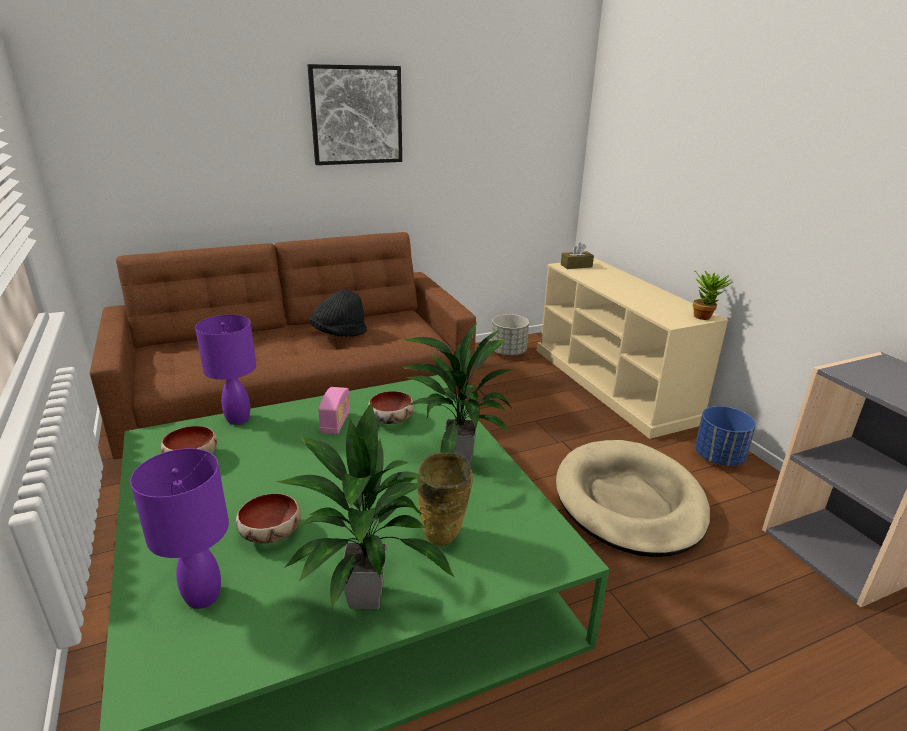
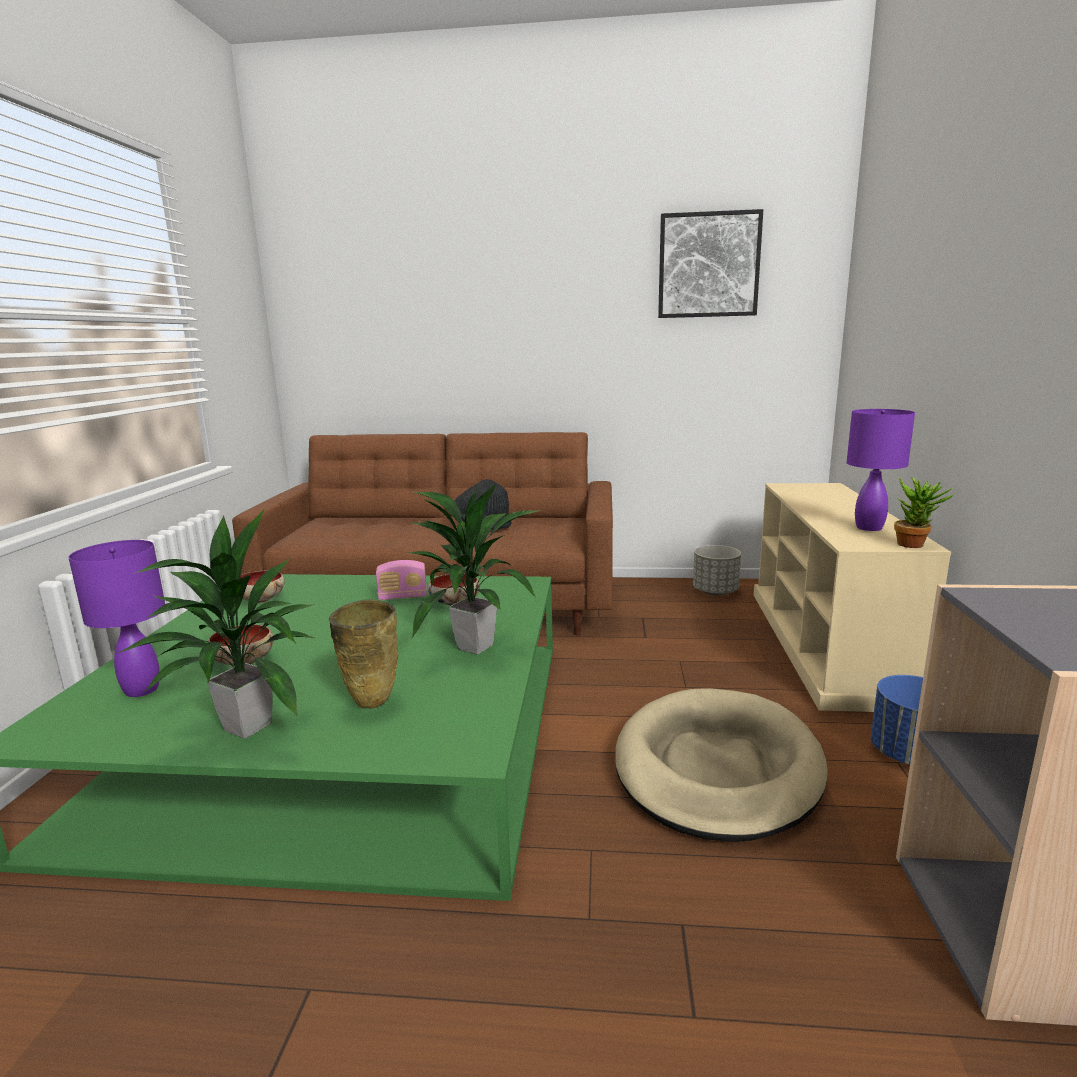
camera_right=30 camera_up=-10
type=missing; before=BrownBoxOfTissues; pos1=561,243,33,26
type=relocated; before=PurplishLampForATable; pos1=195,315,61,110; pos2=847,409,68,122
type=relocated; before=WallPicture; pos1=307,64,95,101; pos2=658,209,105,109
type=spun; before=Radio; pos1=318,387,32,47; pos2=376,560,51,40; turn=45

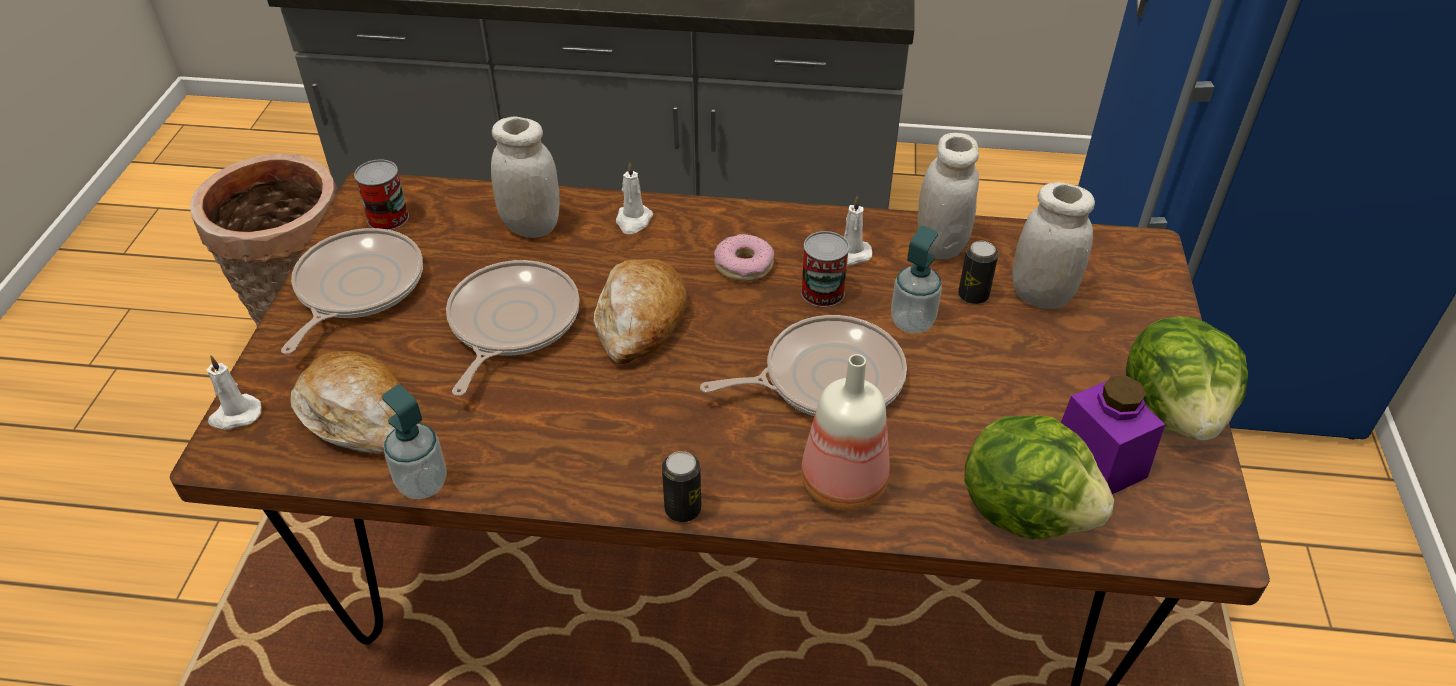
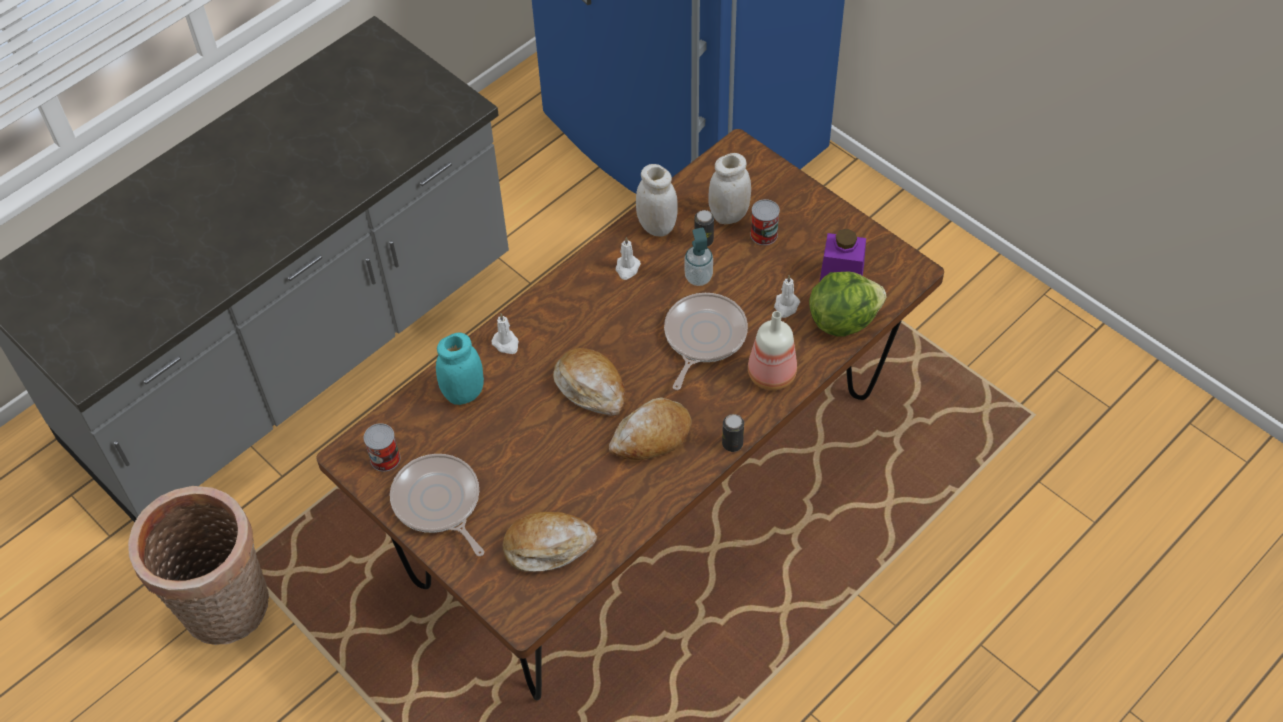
camera_right=-50 camera_up=10
type=missing; before=SoapBottle; pos1=382,385,65,114
type=missing; before=Skillet; pos1=446,260,134,136
type=missing; before=Doughnut; pos1=714,234,60,48
type=missing; before=HeadOfLettuce; pos1=1126,316,122,124
type=appeared; after=Bread; pos2=609,397,82,63
type=relocated; before=WhiteWaxCandle; pos1=206,355,55,75; pos2=774,275,26,43
type=relocated; before=SealedCan; pos1=801,231,48,76; pos2=750,199,30,46
type=colour; before=WhiteJar; after=BlueGreenJar; pos1=491,117,68,121; pos2=436,333,48,72

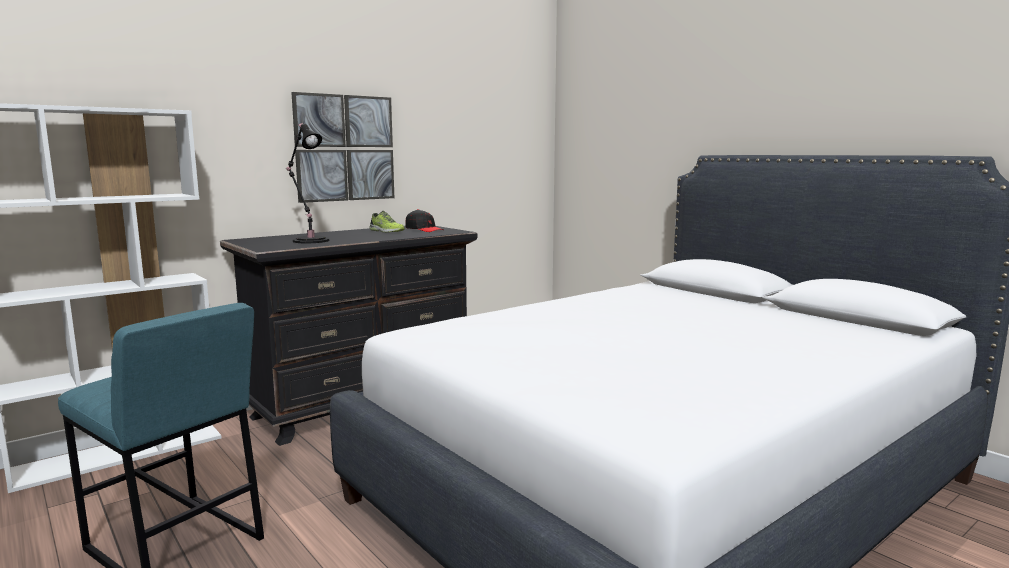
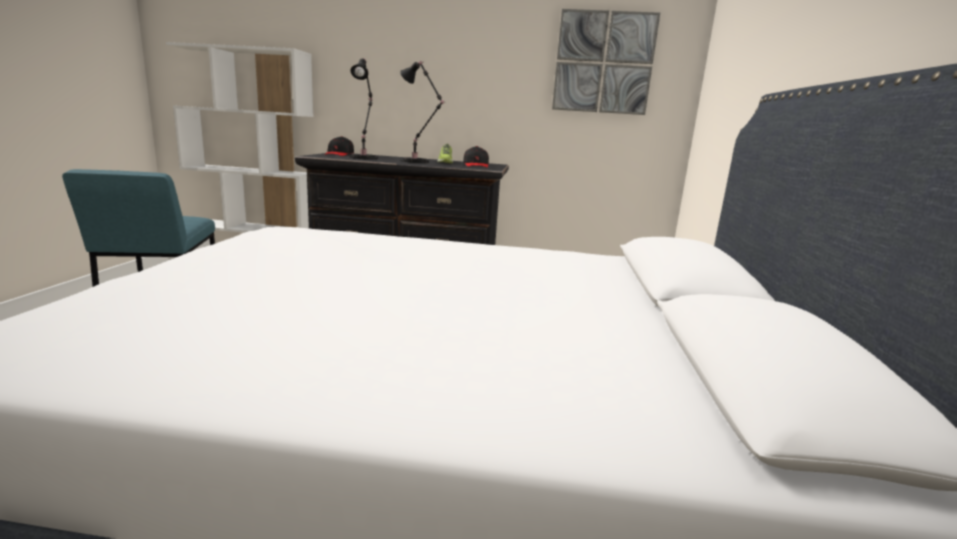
camera_right=45 camera_up=5
type=appeared; after=BlackColouredPeakedCap; pos2=324,136,30,20
type=appeared; after=BlackColouredLampForATable; pos2=400,61,44,102
type=relocated; before=WallPicture; pos1=291,92,103,111; pos2=552,9,108,106

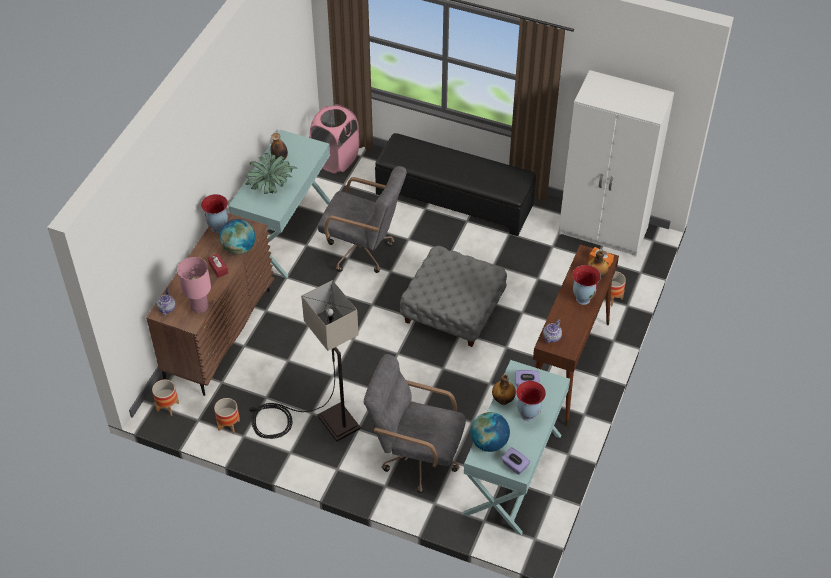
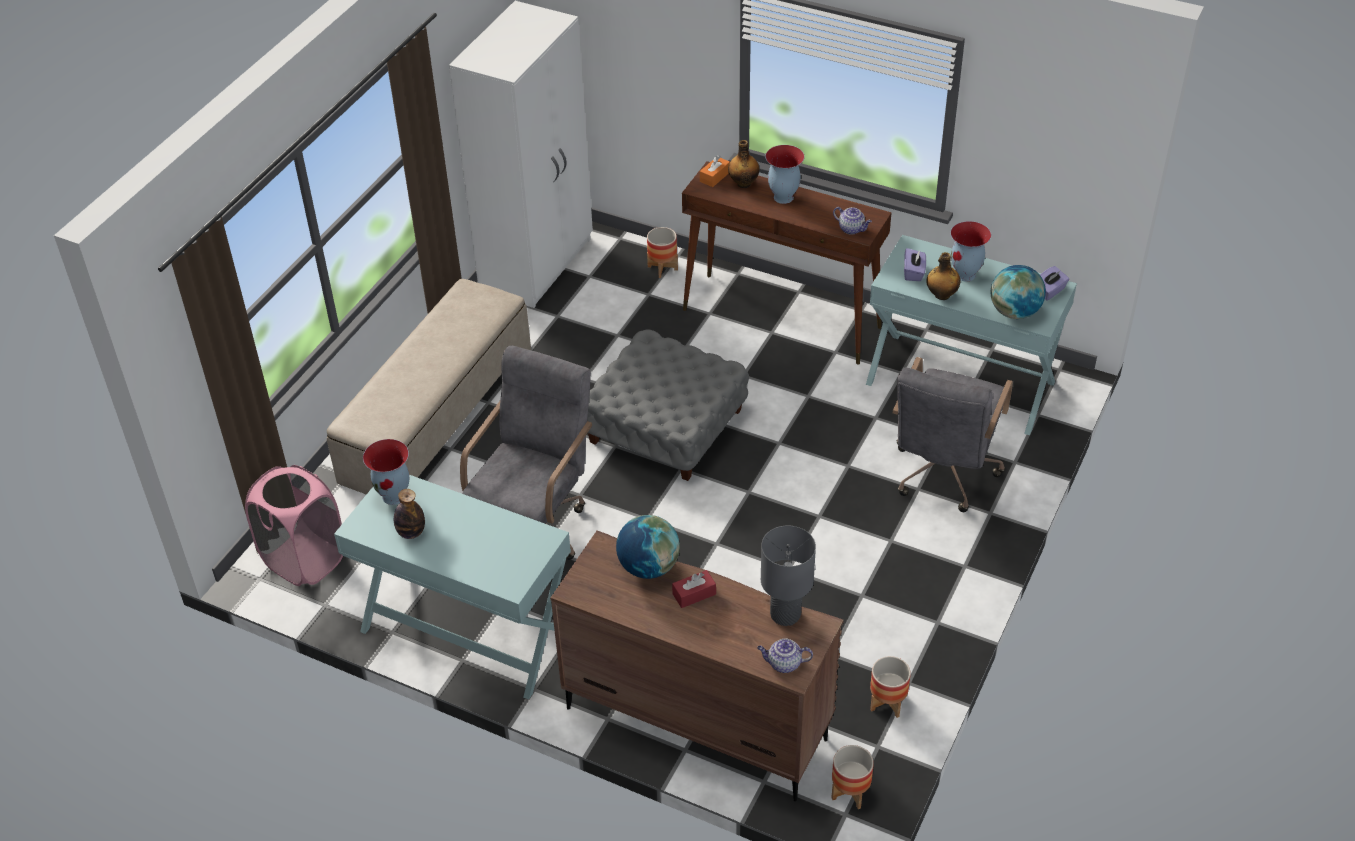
camera_right=-85 camera_up=-5
type=missing; before=Houseplant; pos1=245,153,53,41
type=missing; before=StandingLamp; pos1=249,280,112,161
type=relocated; before=Vase; pos1=201,194,27,39; pos2=363,439,46,66
type=colour; before=PinkColouredLampForATable; after=GreyishLampForATable; pos1=177,257,34,57; pos2=761,526,55,100
type=colour; before=BlackColouredBench; after=BeigeBench; pos1=375,133,161,103; pos2=327,279,204,215

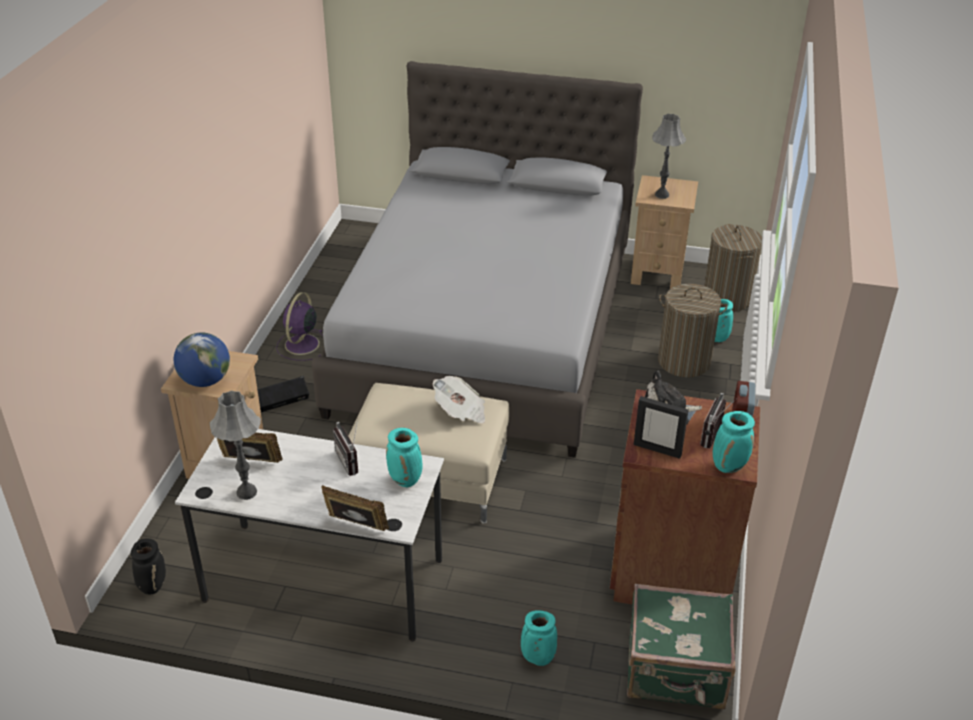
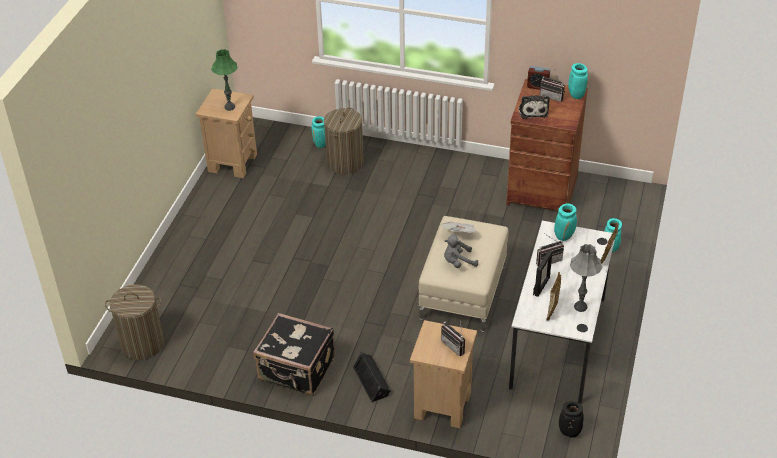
camera_right=-85 camera_up=5
type=missing; before=GreyishSleepingBed; pos1=312,61,331,397
type=missing; before=GreenTravelCase; pos1=627,584,109,125
type=appeared; after=GreyishSoftToy; pos2=444,234,34,34
type=relocated; before=PhotoFrame; pos1=634,396,55,63; pos2=533,250,20,47
type=relocated; before=Hamper; pos1=704,224,58,88; pos2=105,284,59,76
type=exchanged; before=DeskGlobe; after=Radio; pos1=174,333,56,54; pos2=441,321,24,35
type=exchanged; before=PurplishFan; after=BlackColouredTravelCase; pos1=276,292,47,69; pos2=254,313,81,82
type=colour; before=GreyishLampForATable; after=GreenLampForATable; pos1=652,114,35,85; pos2=211,49,27,62

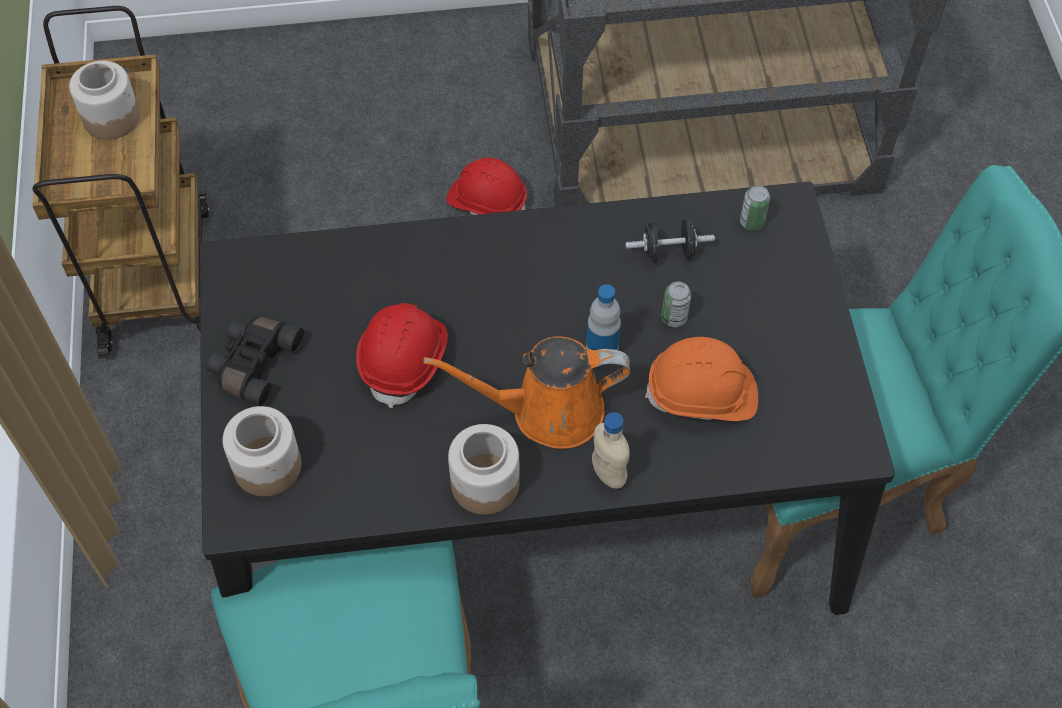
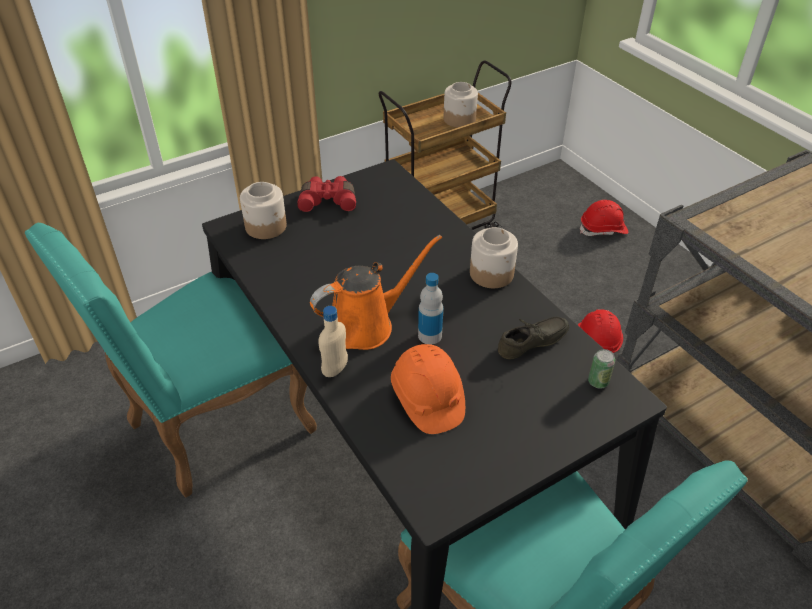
camera_right=65 camera_up=-15
type=missing; before=SealedCan; pos1=662,281,29,46
type=relocated; before=RedColouredHardHat; pos1=356,303,92,105; pos2=580,200,48,36
type=relocated; before=Jar; pos1=448,424,72,91; pos2=470,227,48,61
type=exchanged; before=BlackColouredHandWeight; after=GreyishShoe; pos1=625,219,90,44; pos2=498,316,71,44
type=colour; before=BlackColouredPairOfBinoculars; after=RedColouredPairOfBinoculars; pos1=207,316,97,90; pos2=297,176,59,36
type=spun; before=OrangeColouredWateringCan; pos1=423,336,208,113; pos2=310,235,132,115; turn=90

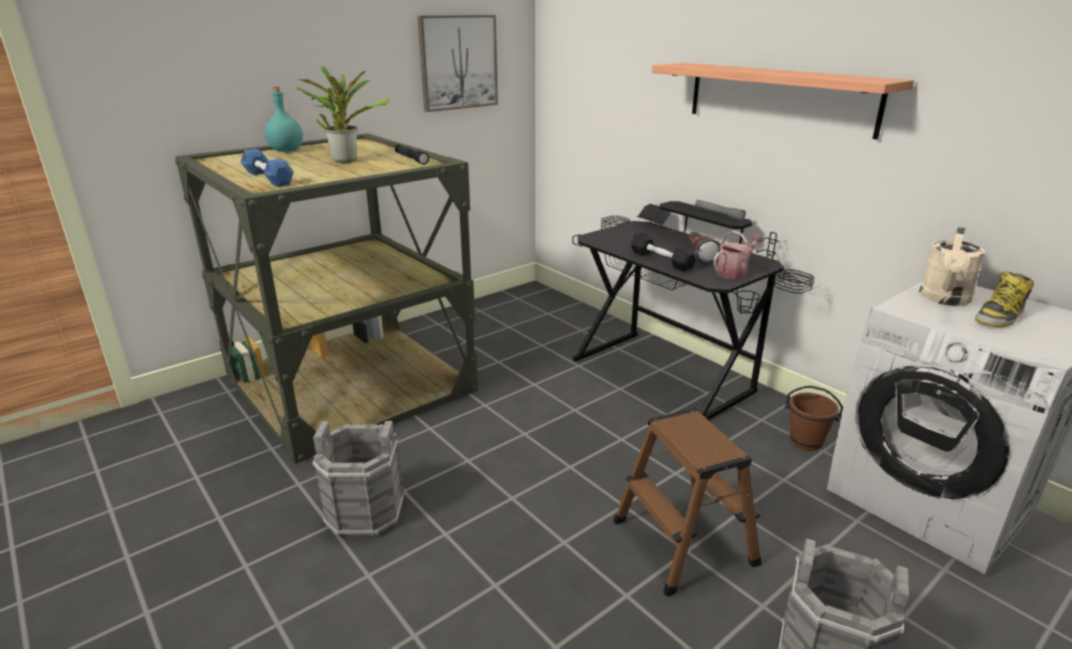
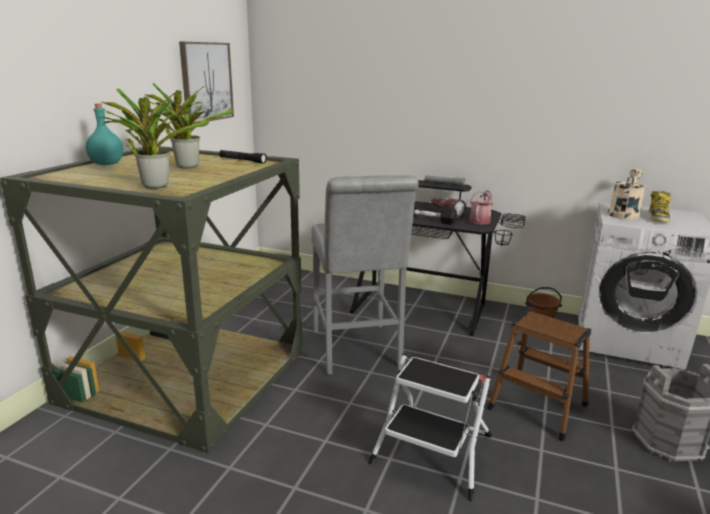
camera_right=-30 camera_up=-5
type=missing; before=GreyishBucket; pos1=312,421,92,116
type=missing; before=WallShelf; pos1=652,63,262,77
type=appeared; after=GreyishStoolSeat; pos2=311,175,108,199
type=appeared; after=StepStool; pos2=368,353,124,148
type=exchanged; before=BluishHandWeight; after=Houseplant; pos1=241,149,53,38; pos2=102,88,107,101
type=spun; before=BeigeWateringCan; pos1=919,227,66,79; pos2=608,169,38,51; turn=-150

